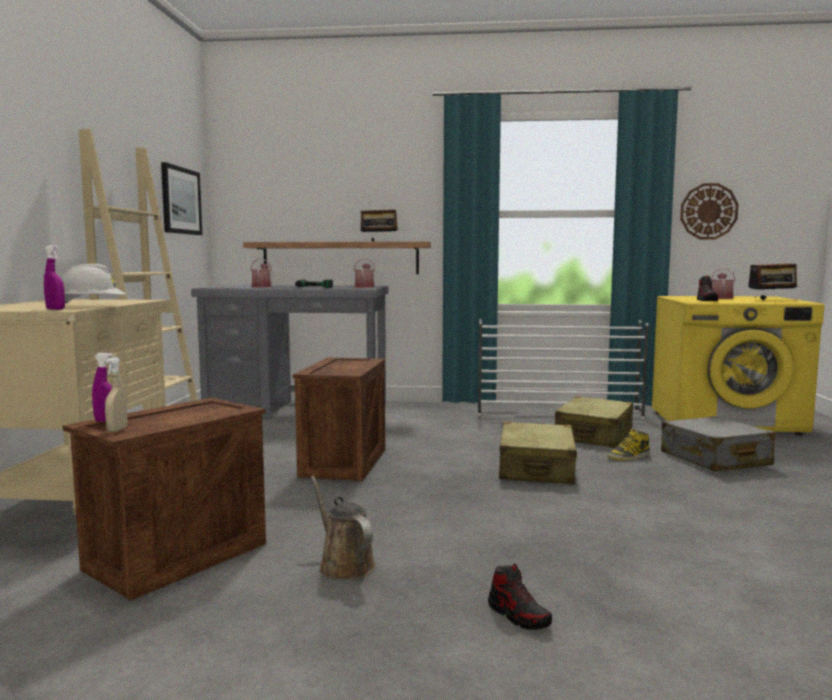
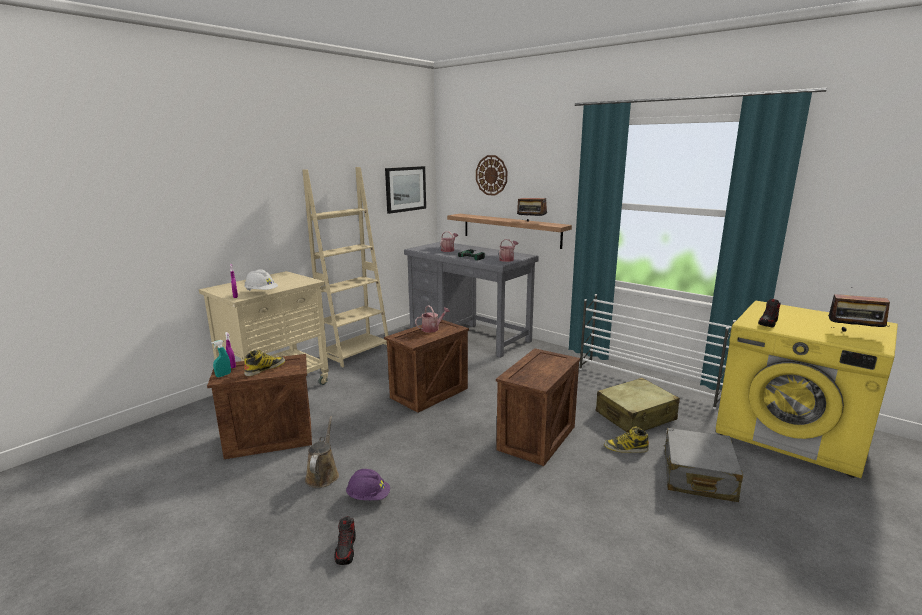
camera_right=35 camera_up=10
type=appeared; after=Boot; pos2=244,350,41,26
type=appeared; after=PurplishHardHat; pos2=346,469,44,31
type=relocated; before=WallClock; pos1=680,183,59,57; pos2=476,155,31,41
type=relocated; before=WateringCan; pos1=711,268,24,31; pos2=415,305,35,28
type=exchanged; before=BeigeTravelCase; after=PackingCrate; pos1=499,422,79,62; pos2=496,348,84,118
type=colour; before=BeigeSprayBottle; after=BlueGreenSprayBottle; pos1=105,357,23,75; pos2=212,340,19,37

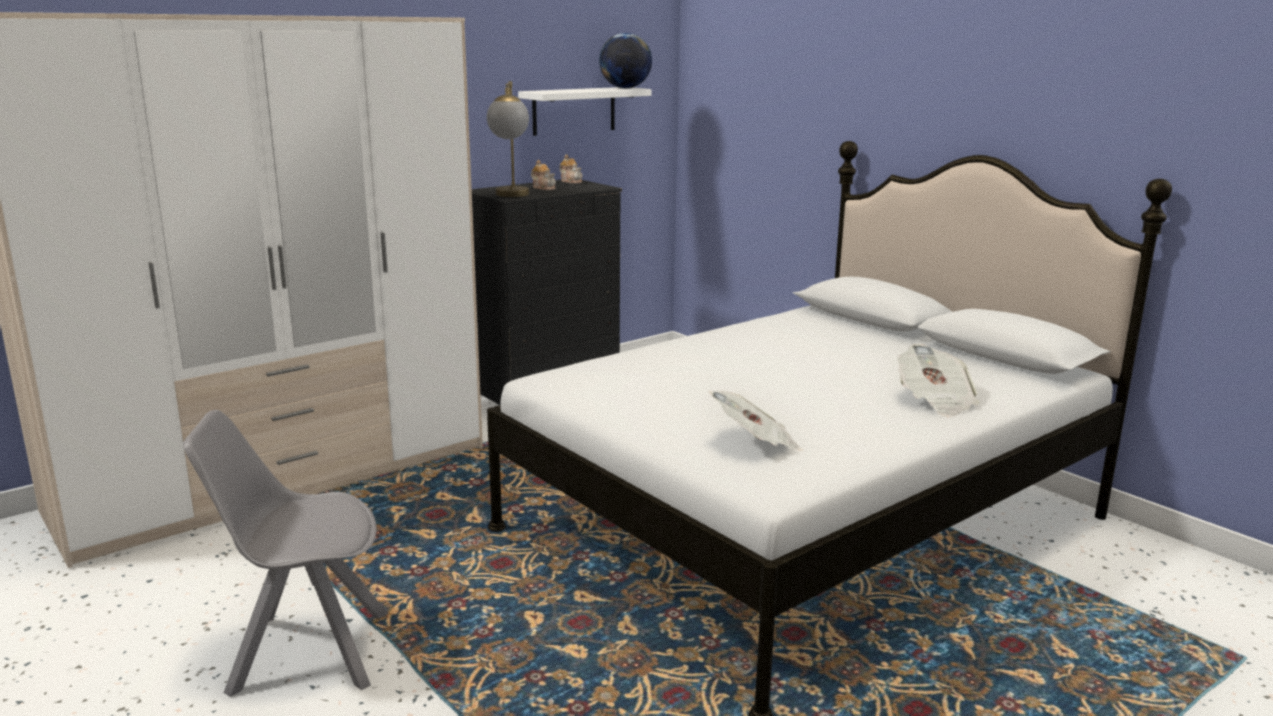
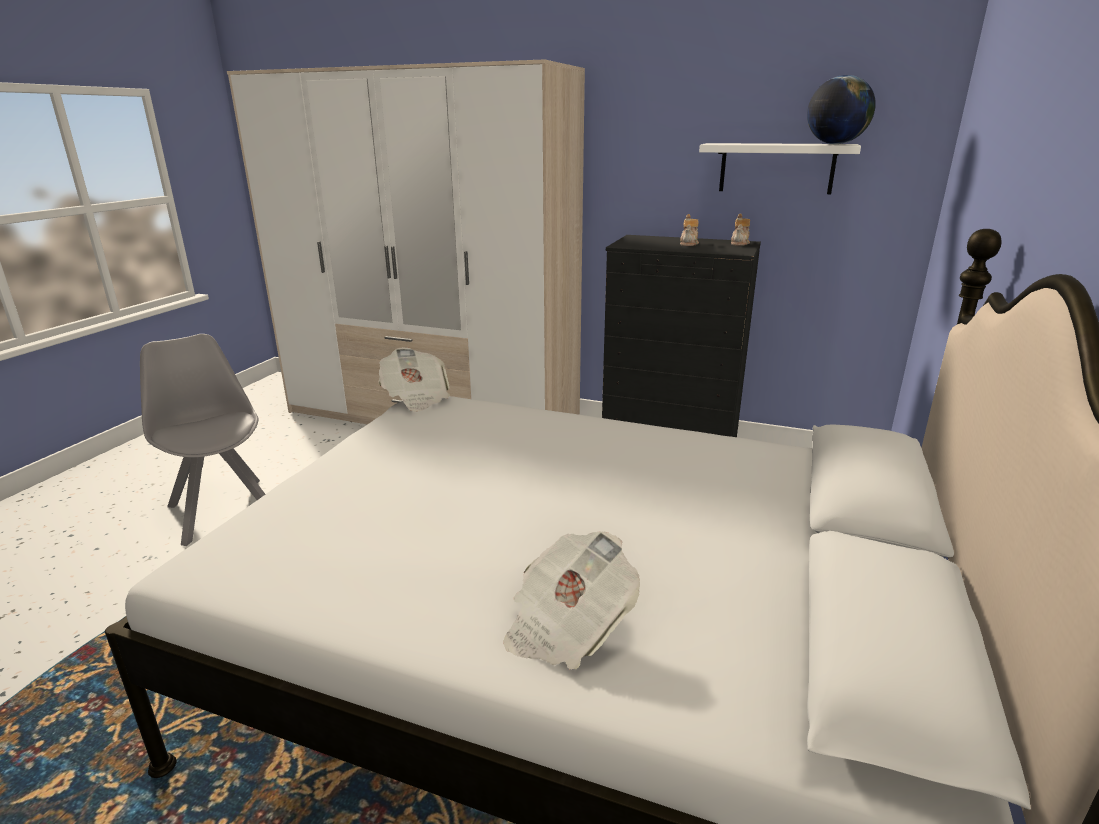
camera_right=60 camera_up=5
type=missing; before=LampForATable; pos1=487,81,42,116
type=relocated; before=PrintedPaper; pos1=709,391,94,60; pos2=378,347,72,65

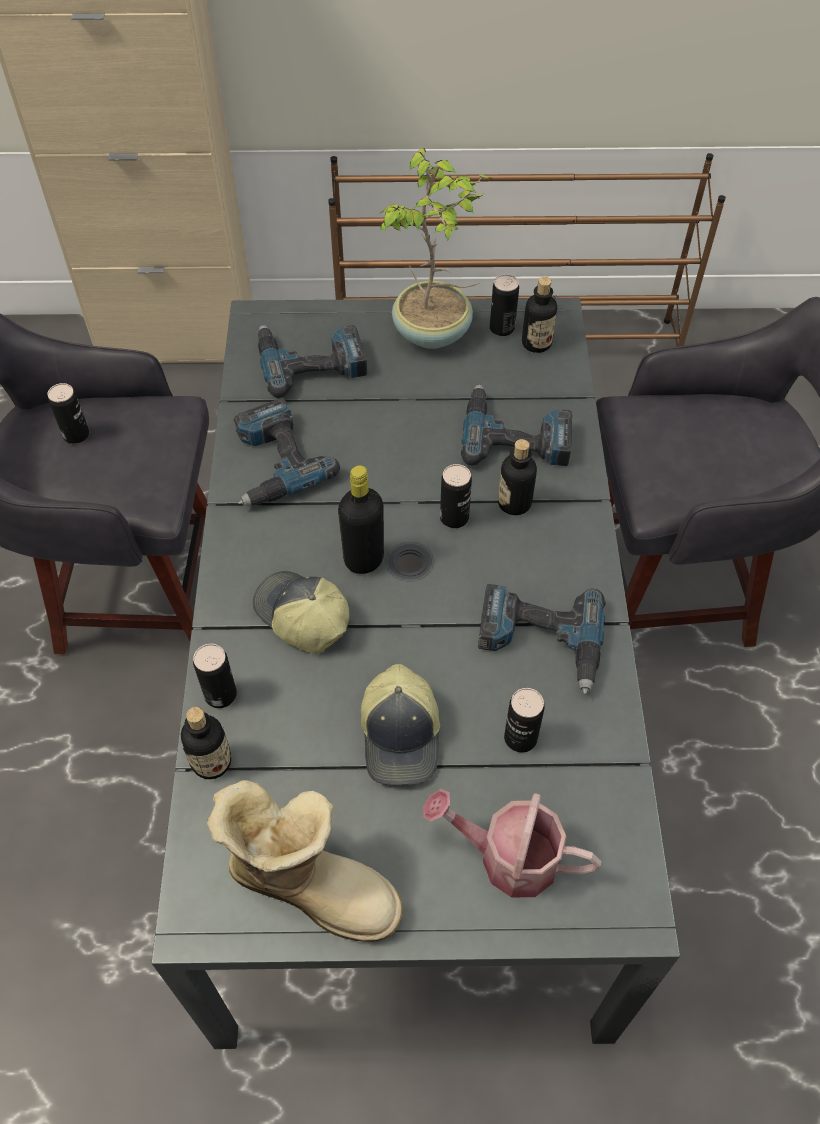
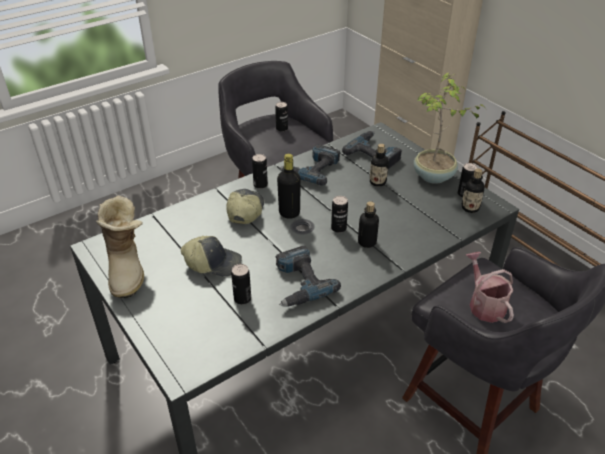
camera_right=55 camera_up=-15
type=missing; before=ElectricDrill; pos1=461,384,111,82
type=relocated; before=DrinkBottle; pos1=181,707,50,72; pos2=370,144,19,43
type=relocated; before=SealedCan; pos1=193,644,44,64; pos2=252,154,16,35
type=relocated; before=WateringCan; pos1=423,789,178,108; pos2=466,252,48,71
type=spun; before=PeakedCap; pos1=361,664,79,121; pos2=181,236,61,41; turn=-135

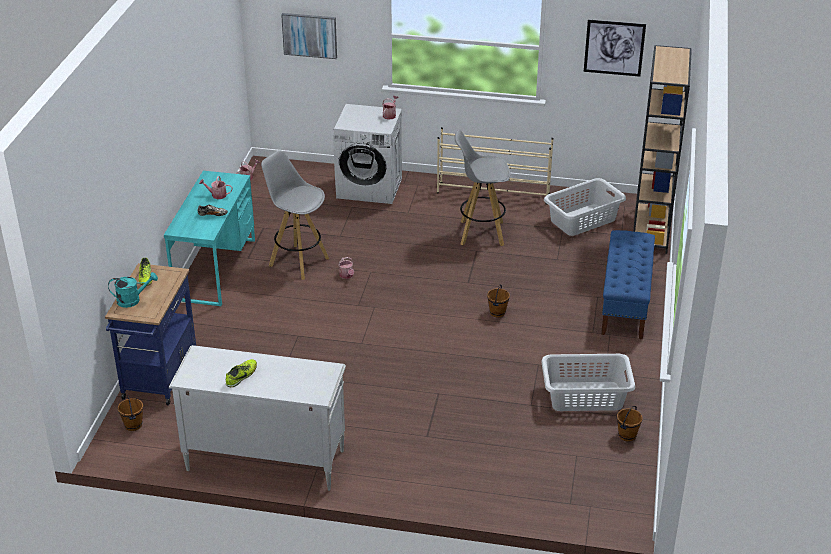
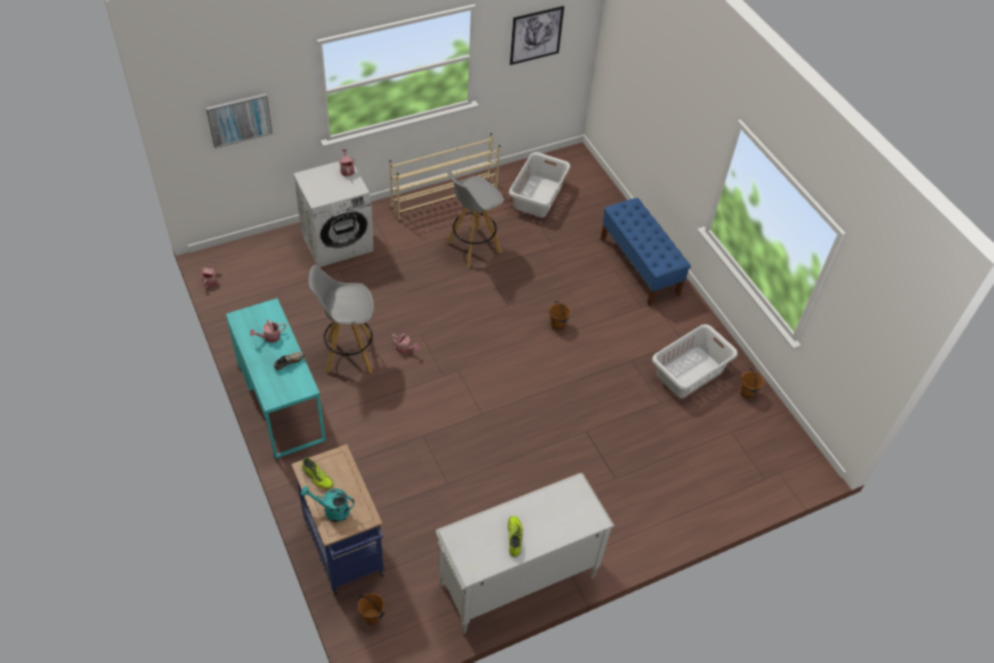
camera_right=-40 camera_up=15
type=missing; before=Bookcase; pos1=633,45,59,209
type=spun; before=BlueGreenWateringCan; pos1=108,272,50,36; pos2=301,486,54,36; turn=-120

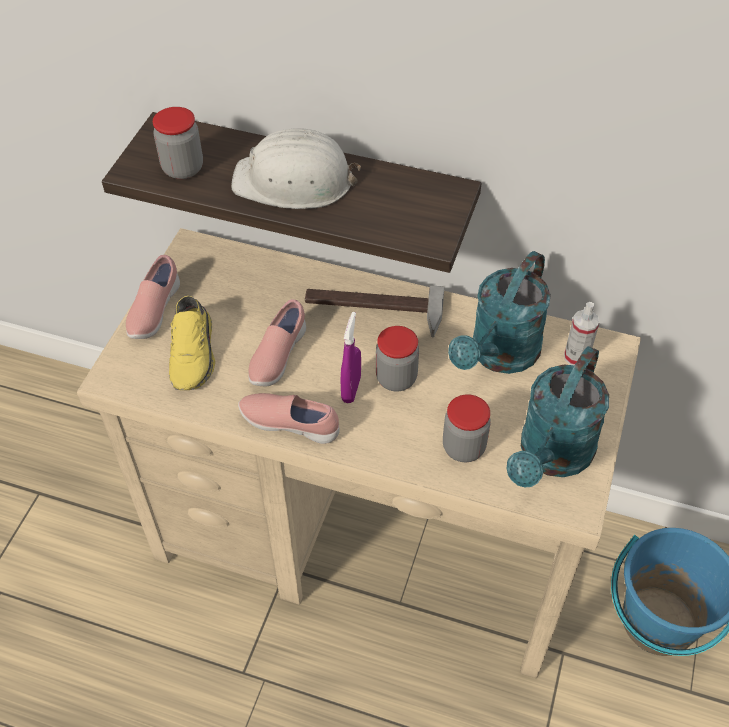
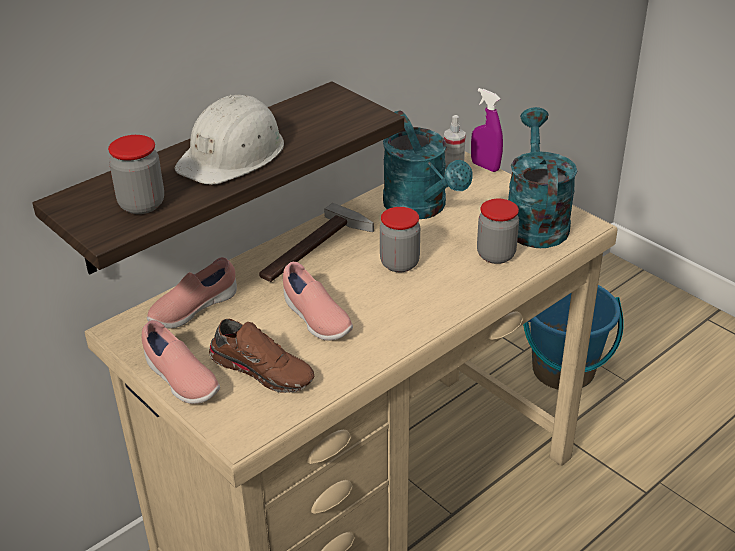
camera_right=-60 camera_up=-15
type=relocated; before=PinkColouredShoe; pos1=238,393,102,51; pos2=147,257,90,71
type=relocated; before=PurplishSprayBottle; pos1=340,312,21,91; pos2=471,88,32,84
type=colour; before=YellowShoe; after=BrownShoe; pos1=169,296,46,94; pos2=209,319,106,74
type=spun; before=BlueGreenWateringCan; pos1=507,346,102,141; pos2=508,107,70,141; turn=-150

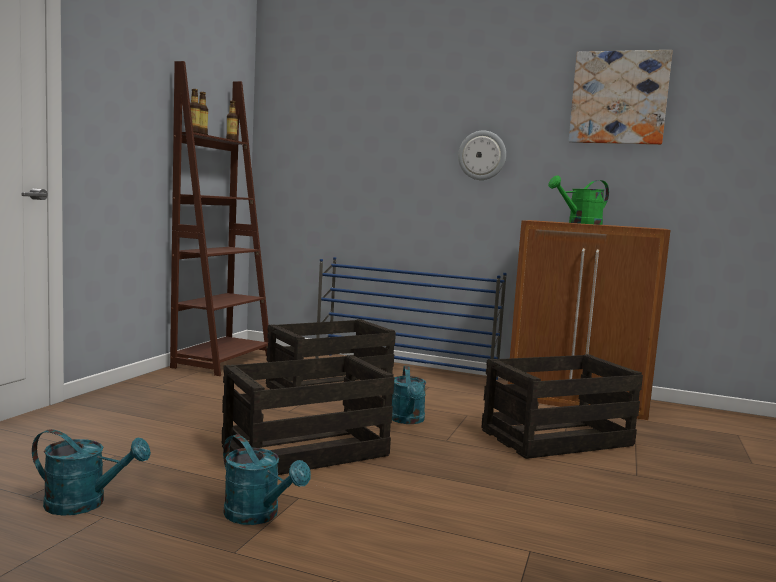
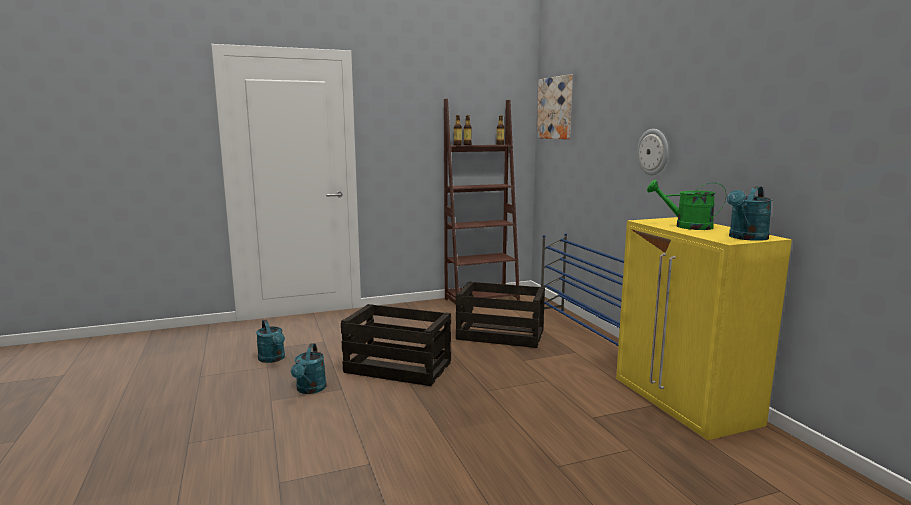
camera_right=50 camera_up=5
type=missing; before=PackingCrate; pos1=481,354,162,105
type=relocated; before=BlueGreenWateringCan; pos1=392,366,34,58; pos2=727,186,45,55
type=relocated; before=WallPicture; pos1=569,50,104,95; pos2=537,74,36,65
type=colour; before=BrownCabinet; after=YellowCabinet; pos1=508,220,162,200; pos2=616,217,176,223

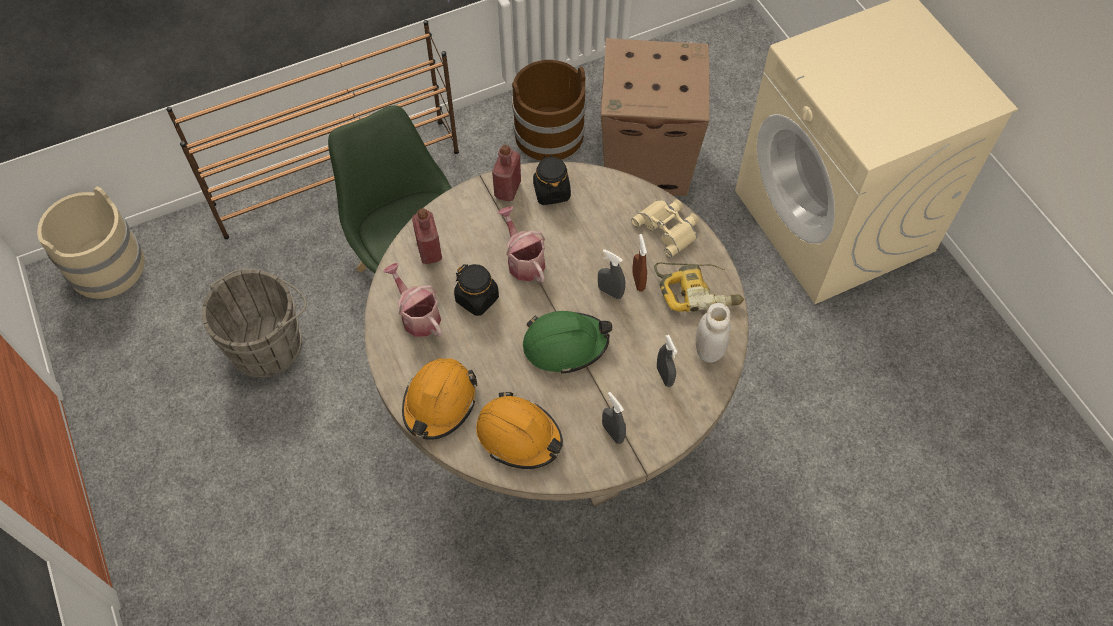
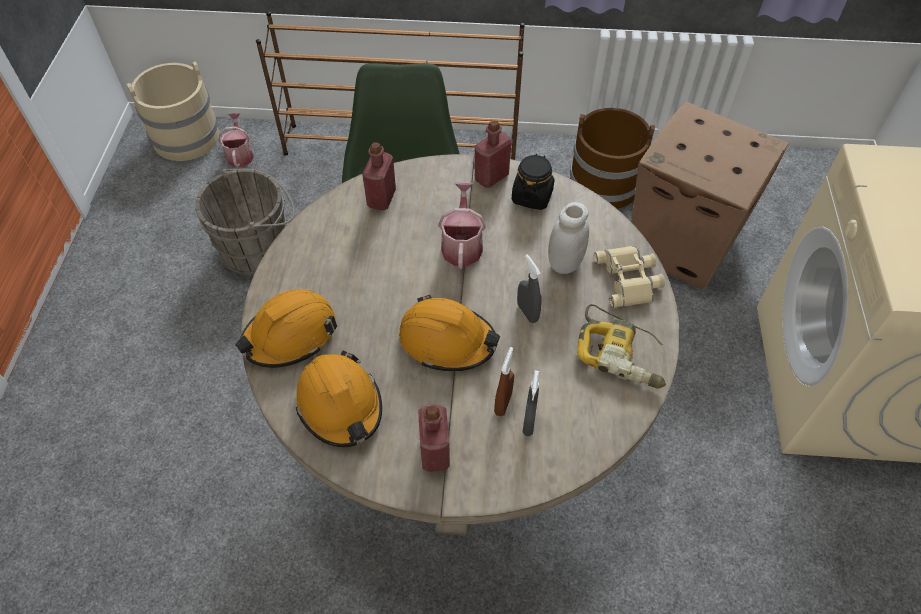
camera_right=30 camera_up=-5
type=missing; before=BlackColouredJar; pos1=454,264,45,52
type=relocated; before=WateringCan; pos1=383,263,59,74; pos2=219,113,35,55
type=relocated; before=BrownSprayBottle; pos1=632,234,15,57; pos2=494,347,20,69
type=relocated; before=WhiteJar; pos1=696,303,35,60; pos2=548,202,41,72
type=exchanged; before=GreyishSprayBottle; after=RedColouredDrinkBottle; pos1=602,392,24,52; pos2=418,404,32,68
type=colour; before=GreenHardHat; after=OrangeColouredHardHat; pos1=523,311,89,63; pos2=399,295,101,76

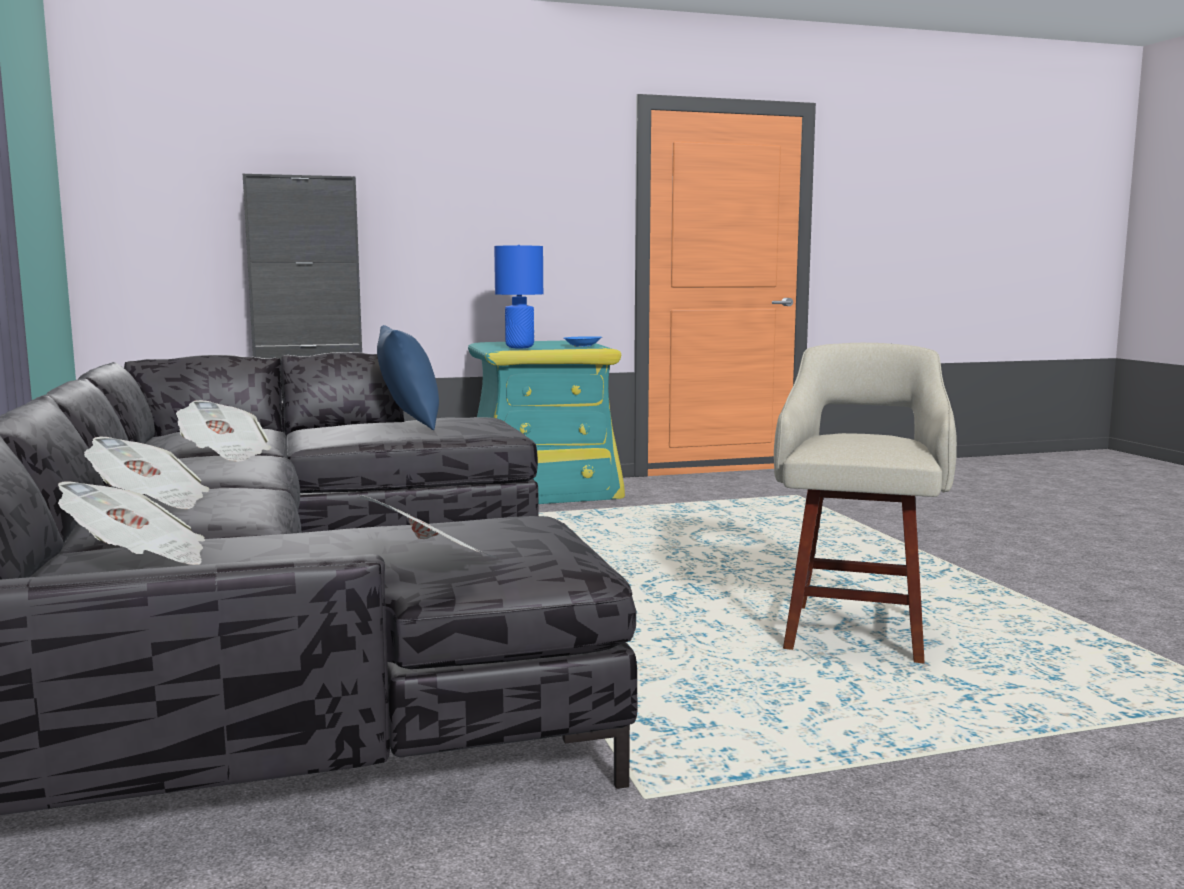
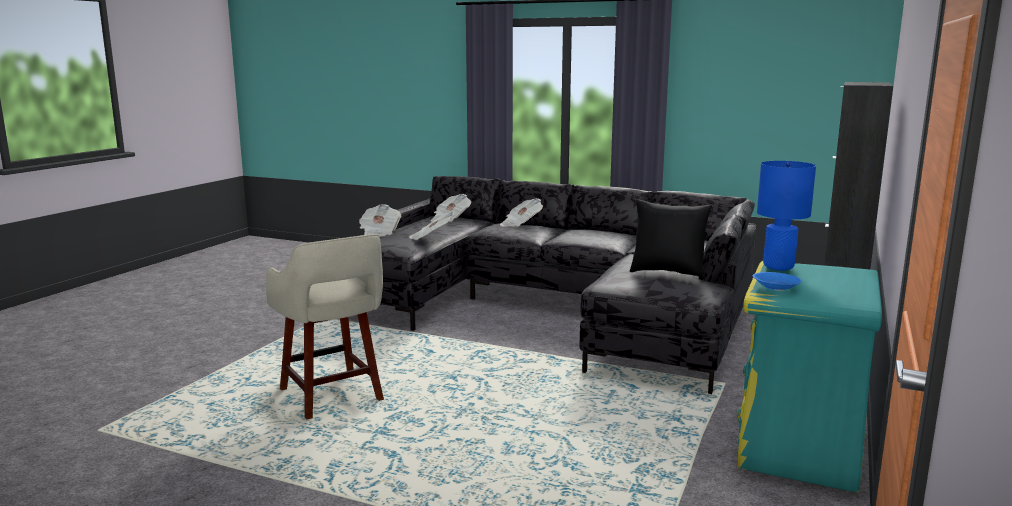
camera_right=130 camera_up=5
type=relocated; before=PrintedPaper; pos1=176,400,95,62; pos2=409,212,46,28
type=colour; before=BluishPillow; after=BlackColouredPillow; pos1=377,325,62,105; pos2=630,199,82,80

